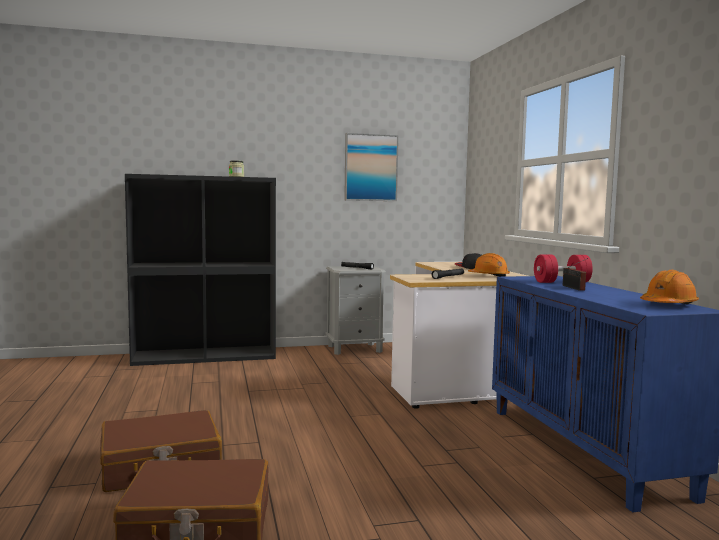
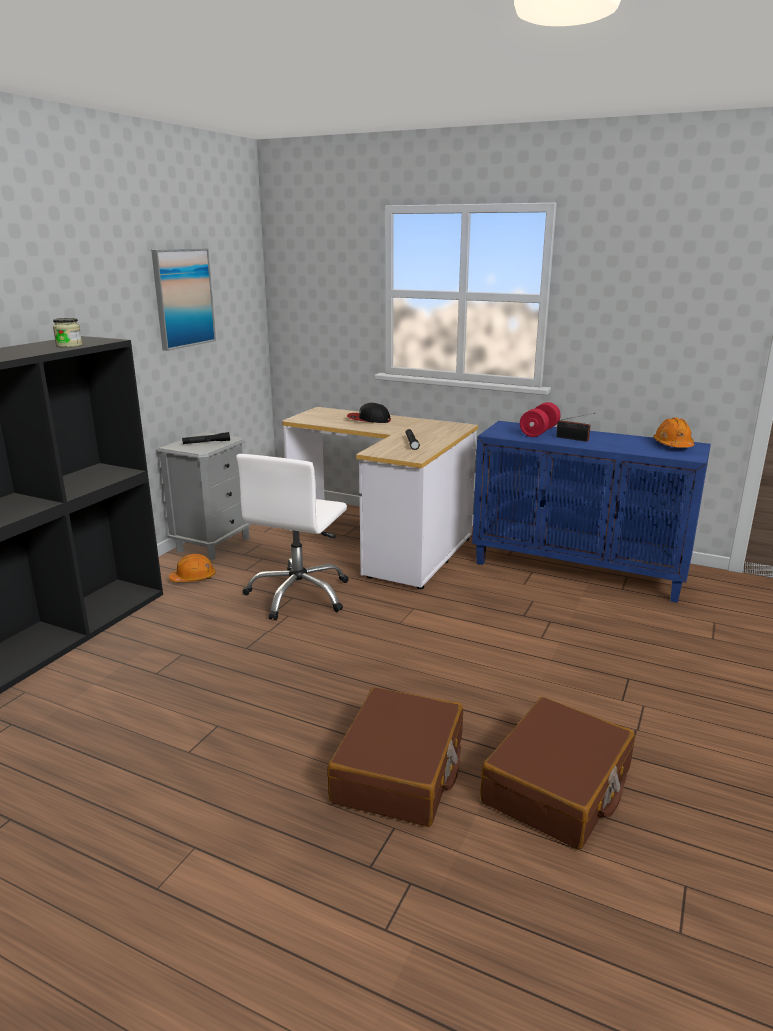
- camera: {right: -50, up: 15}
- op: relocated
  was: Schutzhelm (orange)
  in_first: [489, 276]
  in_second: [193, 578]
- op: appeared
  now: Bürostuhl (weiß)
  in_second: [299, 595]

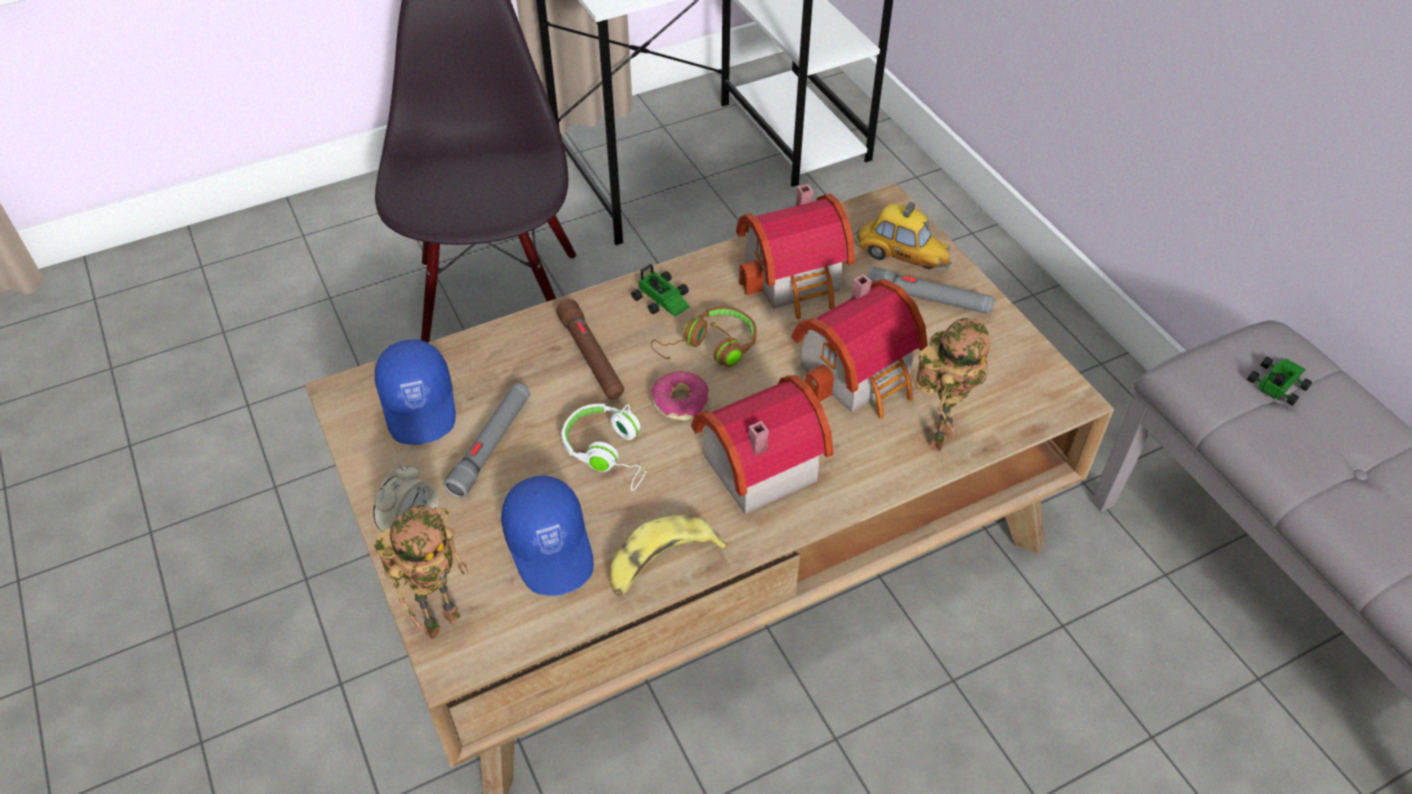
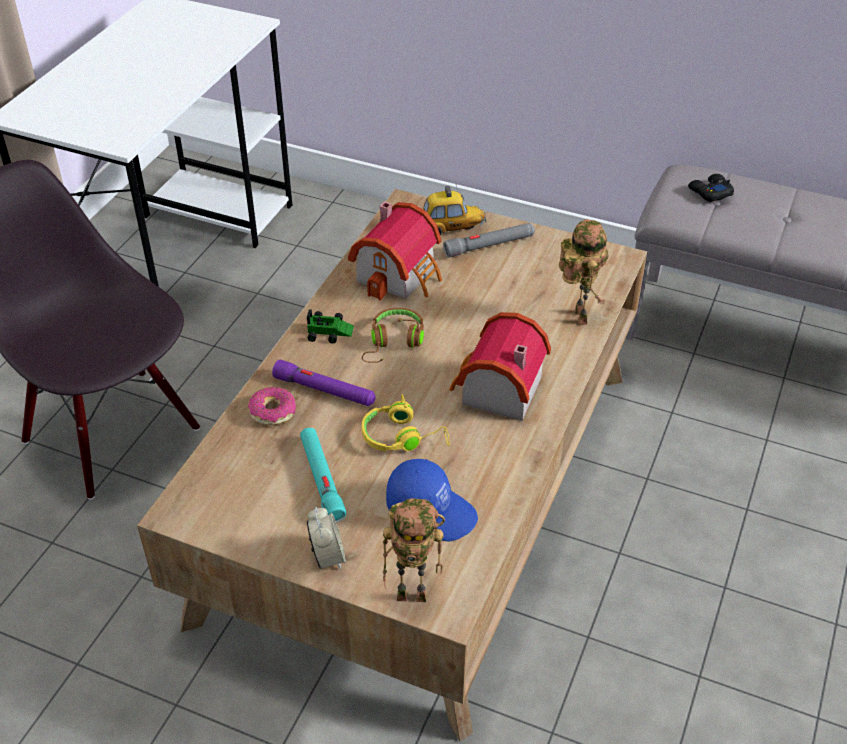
- camera: {right: -40, up: -5}
- op: missing
  was: Spielzeughaus
  in_first: [861, 374]
- op: colour
  was: Taschenlampe (braun)
  now: Taschenlampe (lila)
  in_first: [591, 357]
  in_second: [324, 390]
- op: missing
  was: Kappe (blau)
  in_first: [420, 405]
- op: exchanged
  was: Spielzeugauto
  now: Gamepad (schwarz)
  in_first: [1280, 380]
  in_second: [710, 192]
- op: relocated
  was: Donut
  in_first: [680, 402]
  in_second: [272, 411]
- op: colour
  was: Taschenlampe (grau)
  now: Taschenlampe (türkis)
  in_first: [491, 444]
  in_second: [321, 478]
- op: colour
  was: Kopfhörer (weiß)
  now: Kopfhörer (gelb)
  in_first: [609, 452]
  in_second: [403, 437]
- op: spun
  was: Spielzeugroboter
  in_first: [441, 619]
  in_second: [414, 594]
  clockwise: 90
- op: missing
  was: Banane
  in_first: [661, 563]

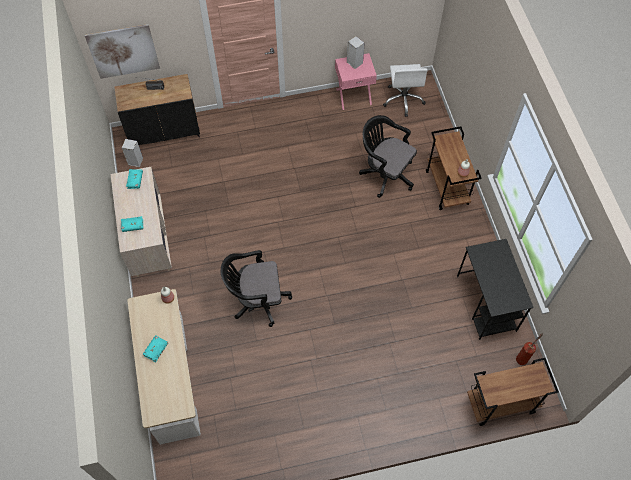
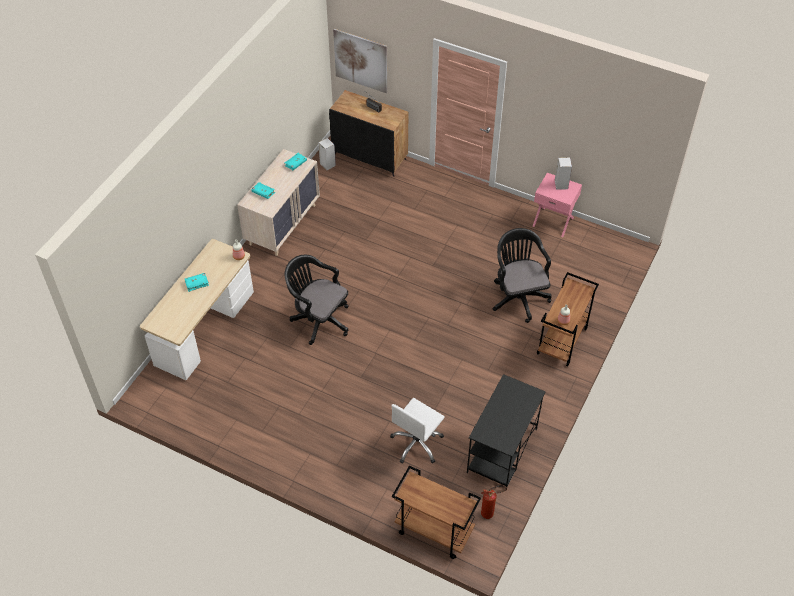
- camera: {right: 40, up: -10}
- op: relocated
  was: Bürostuhl (weiß)
  in_first: [403, 99]
  in_second: [417, 444]

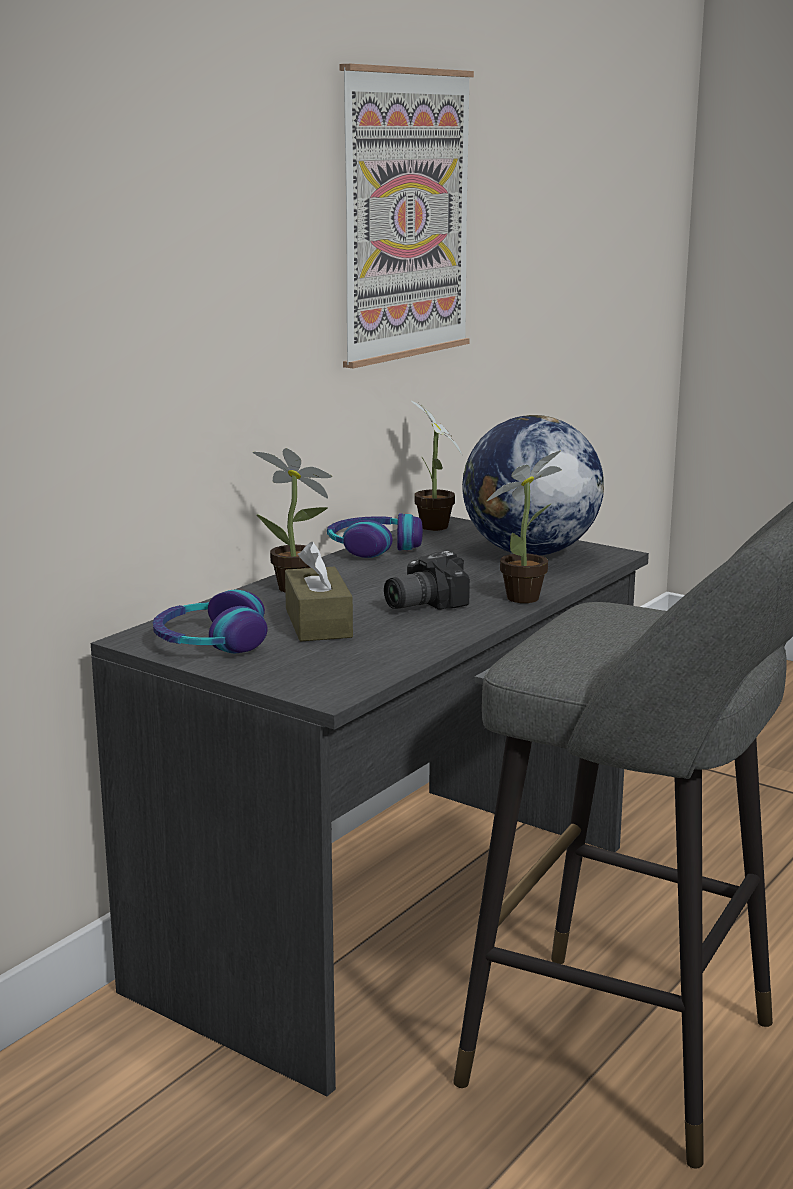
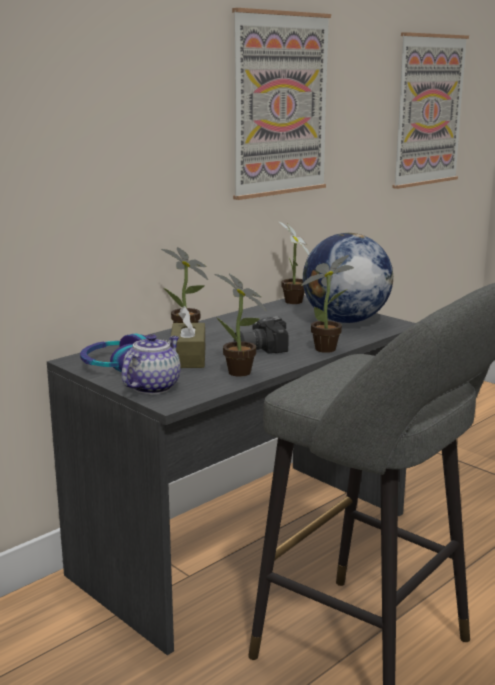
- camera: {right: 10, up: 0}
- op: missing
  was: Kopfhörer
  in_first: [373, 547]
- op: appeared
  now: Bild
  in_second: [428, 110]
- op: appeared
  now: Topfpflanze
  in_second: [241, 374]
- op: appeared
  now: Teekanne
  in_second: [152, 387]

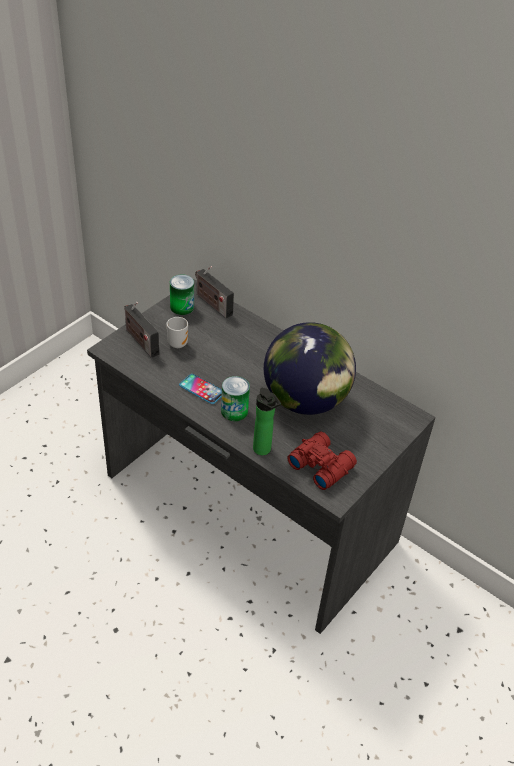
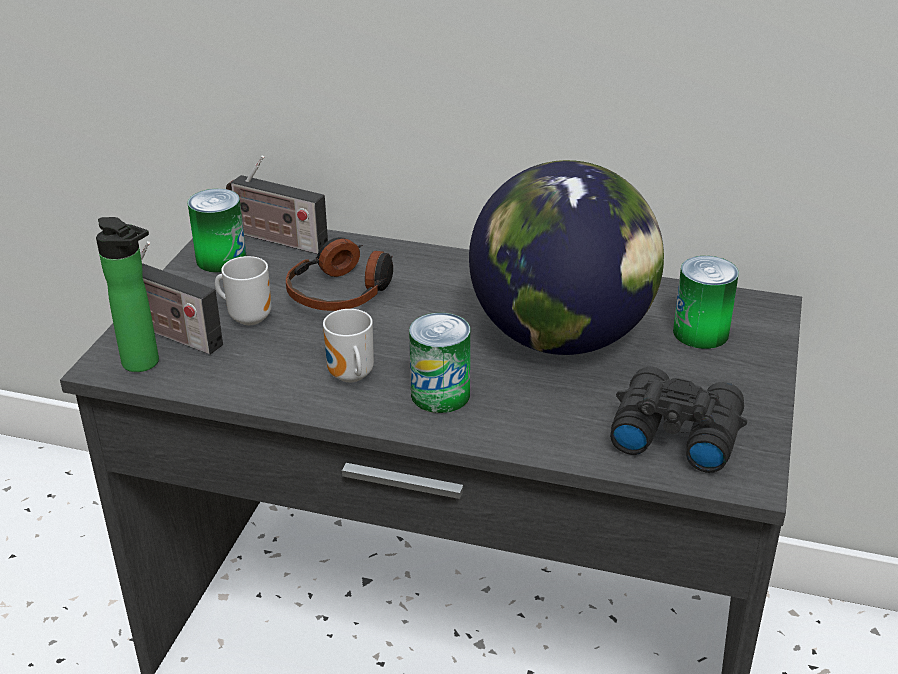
- camera: {right: -20, up: -10}
- op: exchanged
  was: Handy
  now: Henkelbecher
  in_first: [202, 389]
  in_second: [349, 377]
- op: relocated
  was: Flasche
  in_first: [263, 450]
  in_second: [145, 364]
- op: colour
  was: Fernglas (rot)
  now: Fernglas (schwarz)
  in_first: [321, 464]
  in_second: [673, 431]
- op: appeared
  now: Kopfhörer
  in_second: [343, 291]
- op: appeared
  now: Dose
  in_second: [700, 333]

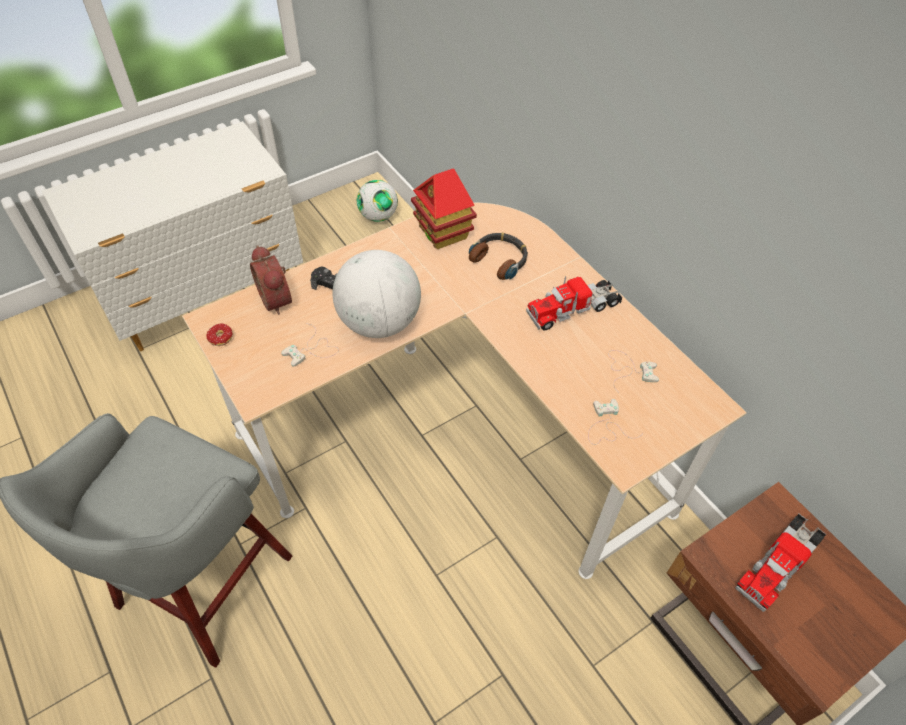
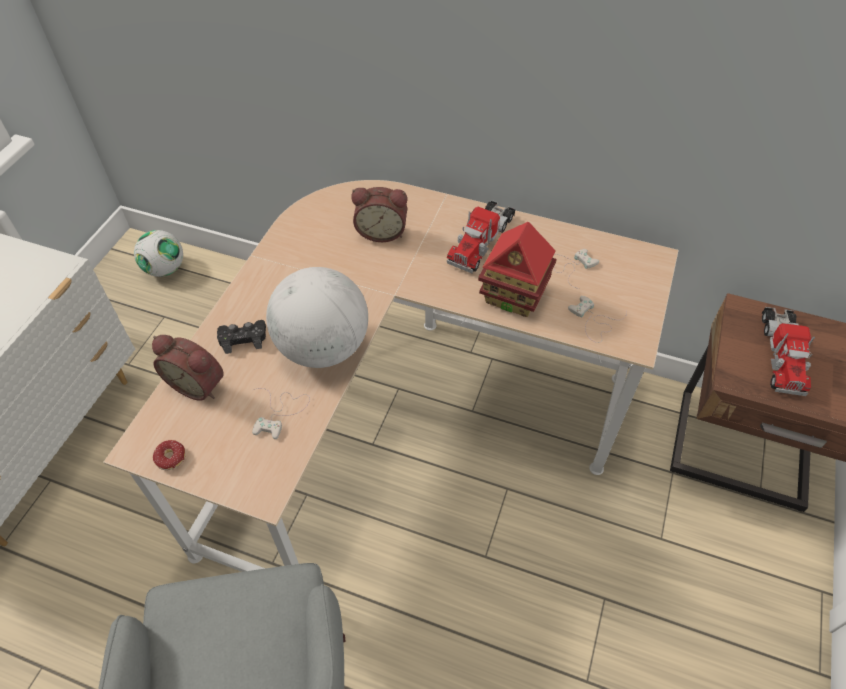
- camera: {right: -35, up: 0}
- op: relocated
  was: Spielzeughaus
  in_first: [443, 232]
  in_second: [513, 296]
- op: exchanged
  was: Kopfhörer
  now: Wecker
  in_first: [500, 259]
  in_second: [381, 231]

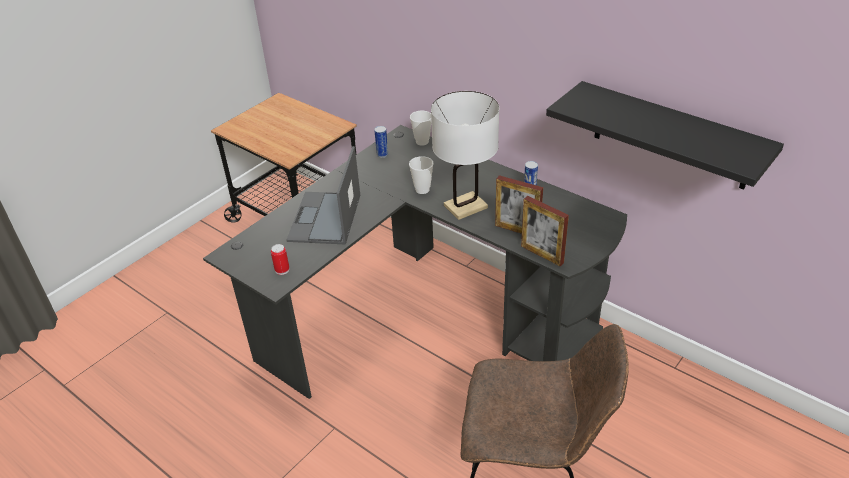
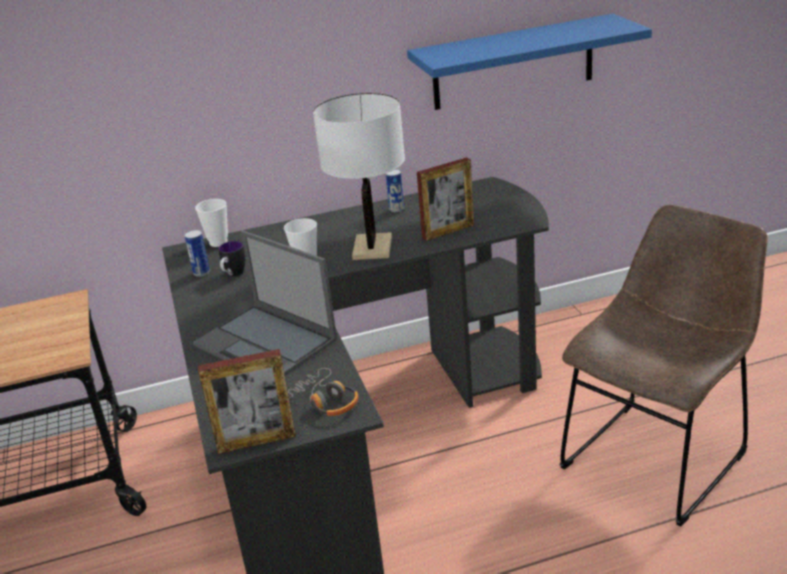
- camera: {right: -55, up: -10}
- op: colour
  was: Wandregal (schwarz)
  now: Wandregal (blau)
  in_first: [671, 136]
  in_second: [513, 63]
- op: relocated
  was: Bilderrahmen
  in_first: [542, 254]
  in_second: [256, 441]
- op: exchanged
  was: Dose
  now: Kopfhörer
  in_first: [282, 270]
  in_second: [325, 401]
- op: appeared
  now: Henkelbecher
  in_second: [233, 275]

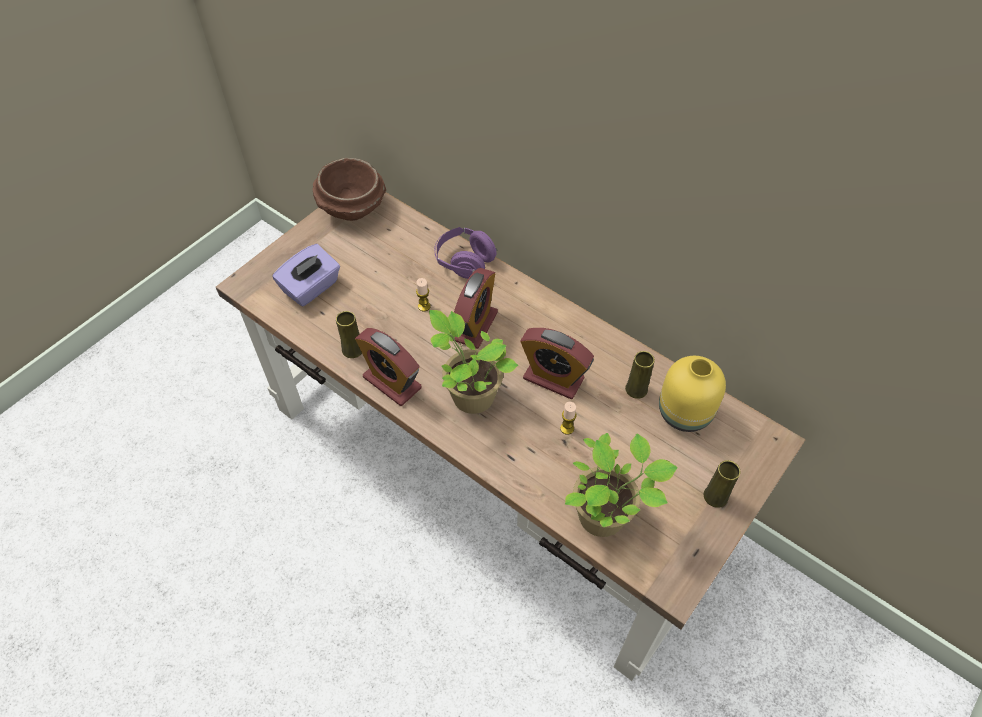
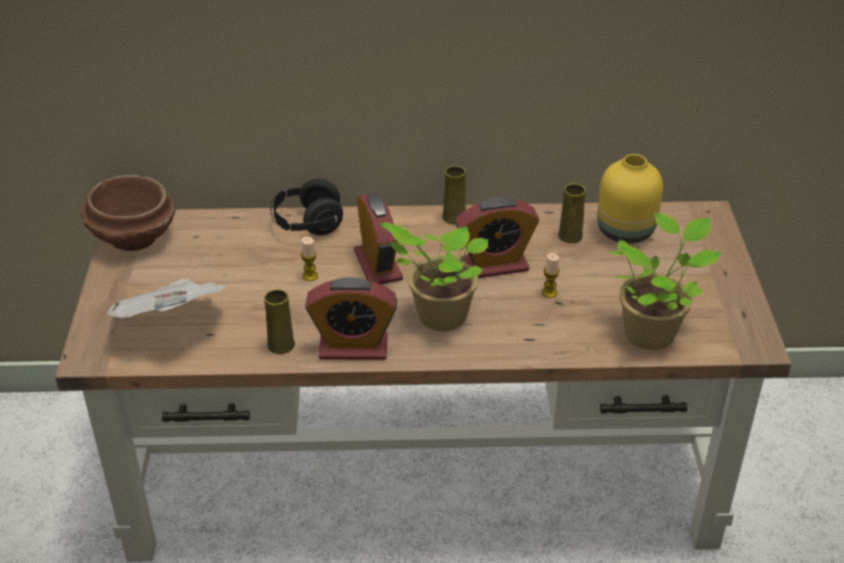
- camera: {right: -40, up: -15}
- op: colour
  was: Kopfhörer (lila)
  now: Kopfhörer (schwarz)
  in_first: [464, 262]
  in_second: [307, 224]
- op: exchanged
  was: Taschentuchbox (lila)
  now: Zeitung
  in_first: [311, 288]
  in_second: [172, 321]
- op: relocated
  was: Vase (gelb)
  in_first: [715, 496]
  in_second: [454, 217]

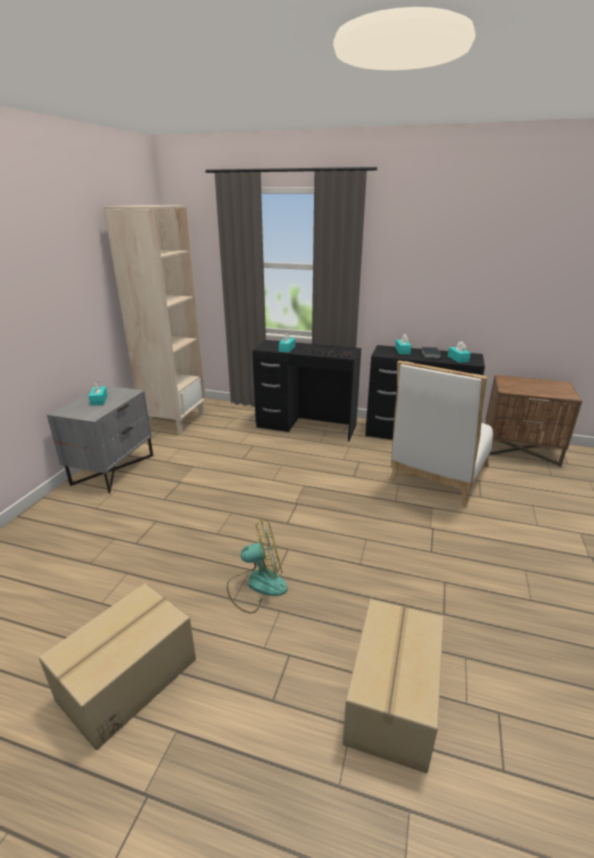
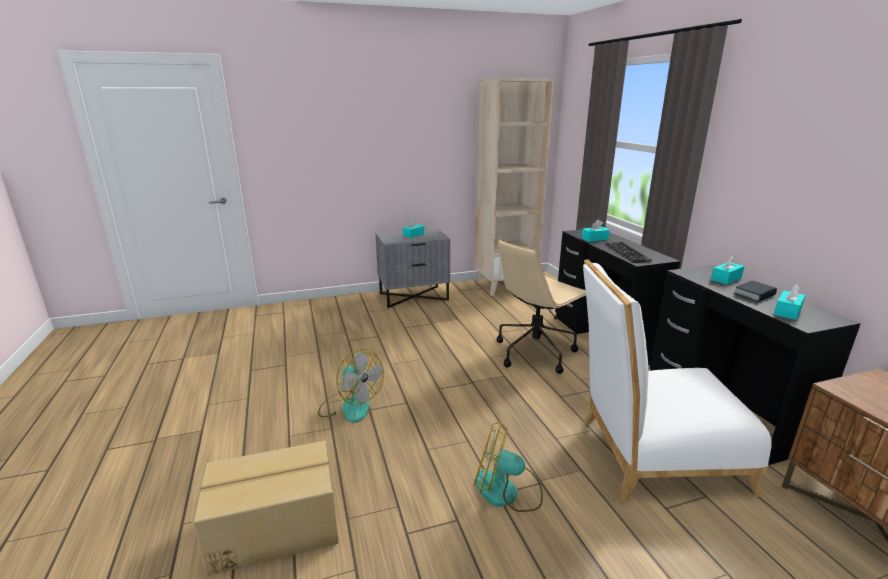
- camera: {right: 55, up: -5}
- op: missing
  was: Karton
  in_first: [127, 678]
- op: appeared
  now: Bürostuhl (beige)
  in_second: [535, 352]
- op: appeared
  now: Ventilator
  in_second: [506, 492]

